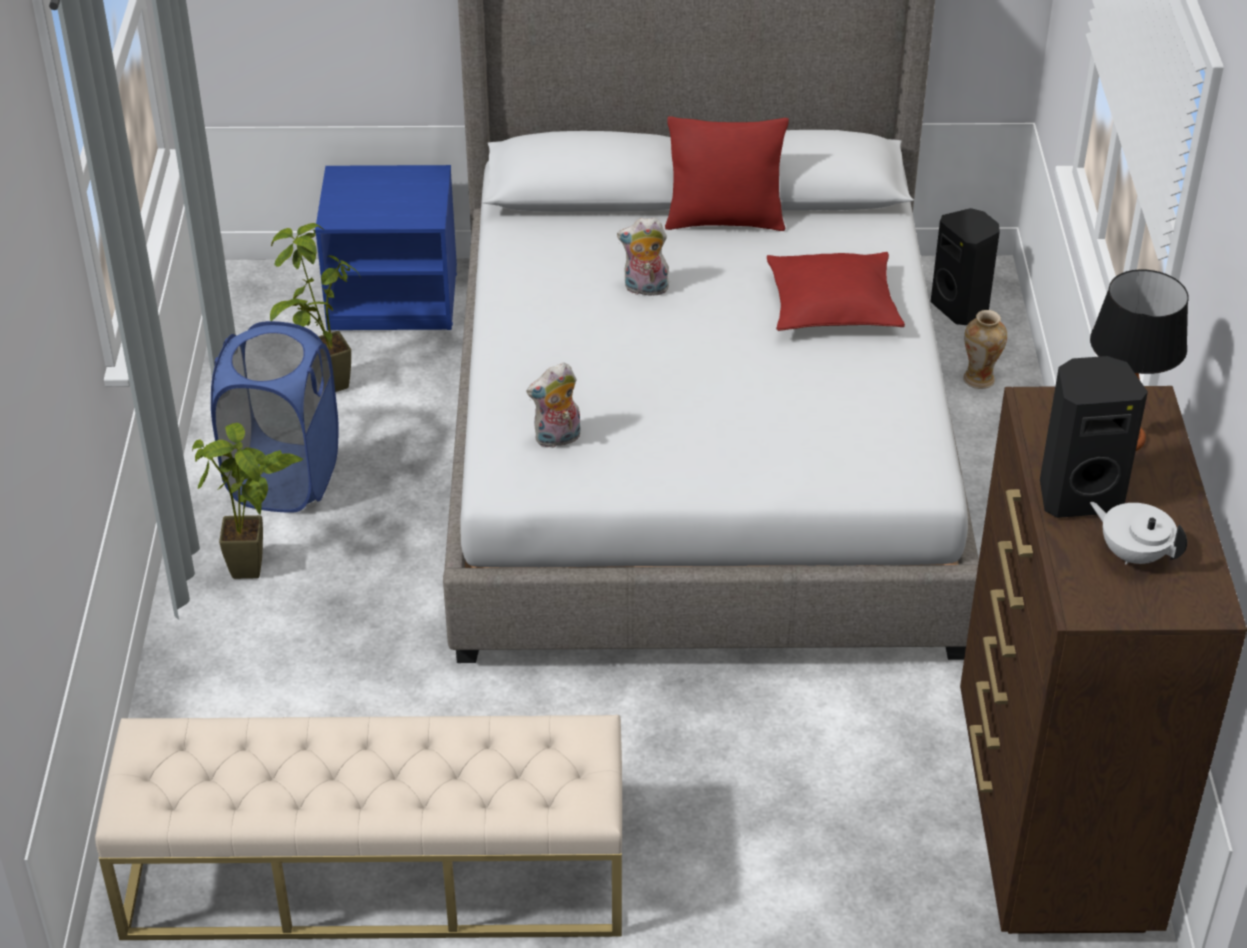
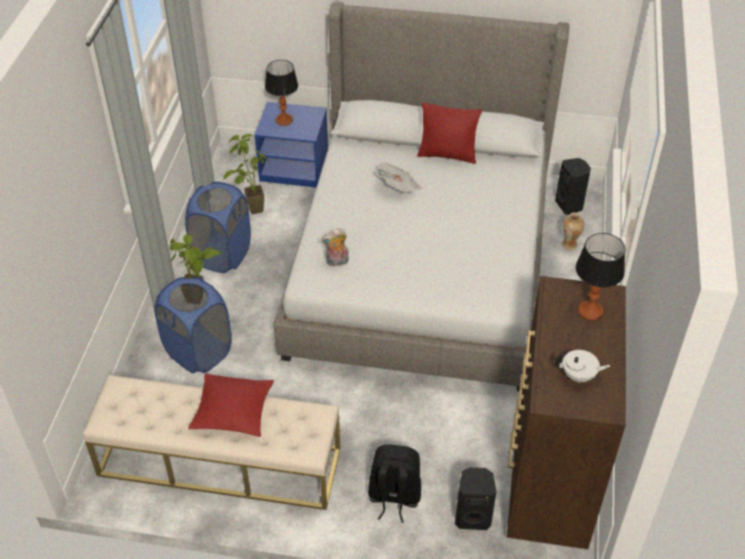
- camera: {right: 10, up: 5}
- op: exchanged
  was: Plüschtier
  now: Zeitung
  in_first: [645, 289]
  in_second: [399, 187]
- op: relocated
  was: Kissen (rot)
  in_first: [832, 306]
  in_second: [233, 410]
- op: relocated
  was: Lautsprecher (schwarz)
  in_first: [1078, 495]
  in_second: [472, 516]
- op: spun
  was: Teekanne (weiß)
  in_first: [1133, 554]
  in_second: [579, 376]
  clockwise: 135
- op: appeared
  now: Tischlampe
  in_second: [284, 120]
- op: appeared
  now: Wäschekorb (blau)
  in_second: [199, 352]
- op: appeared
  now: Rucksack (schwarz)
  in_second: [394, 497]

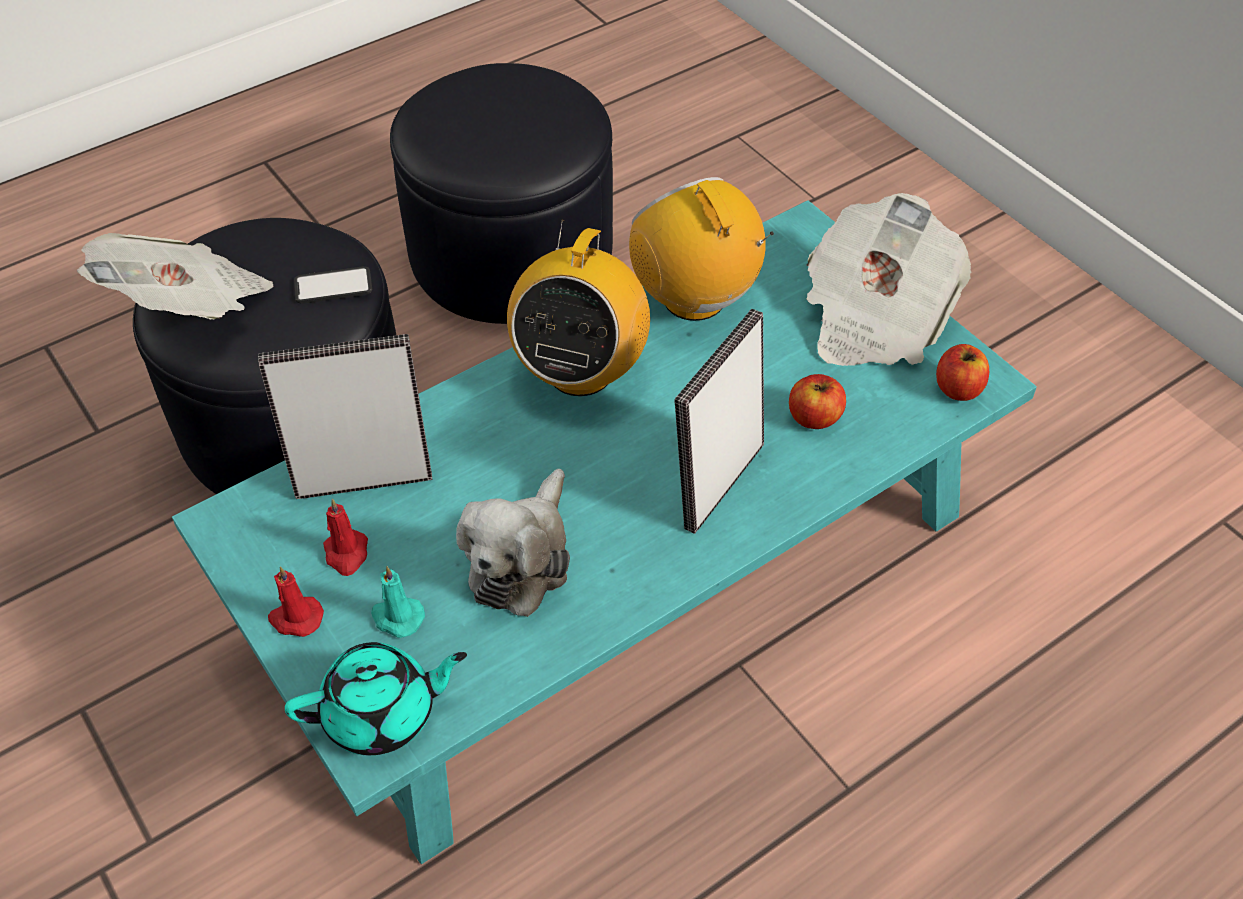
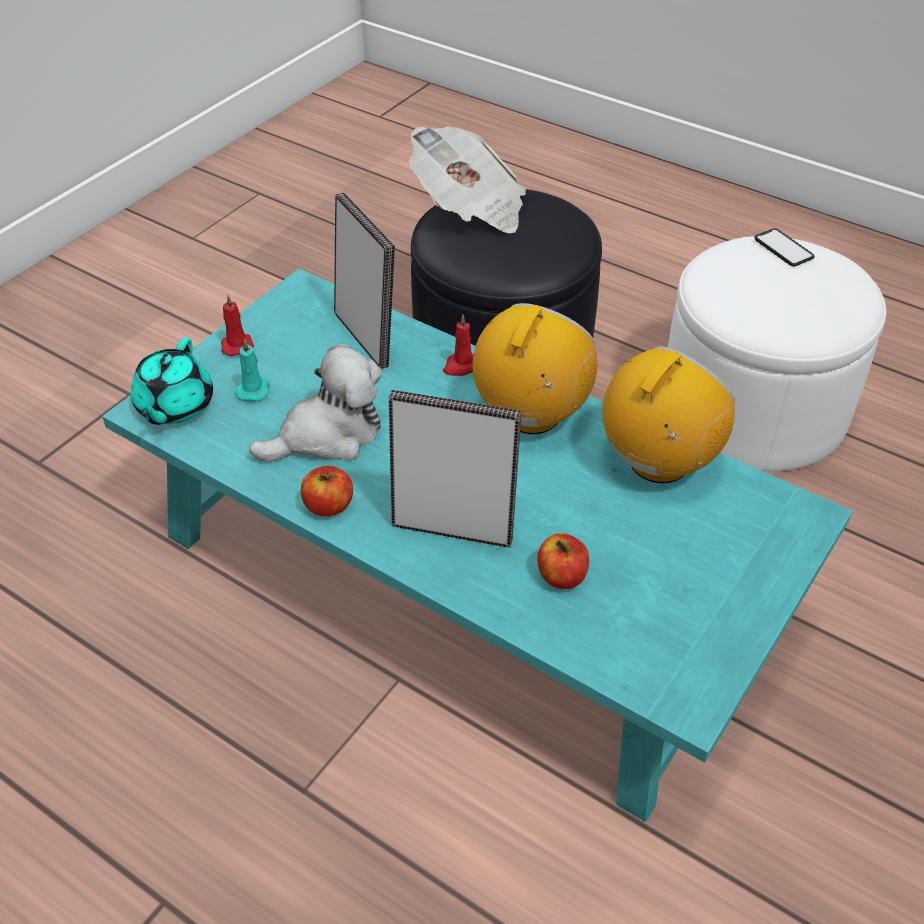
- camera: {right: 70, up: -5}
- op: colour
  was: Polsterhocker (schwarz)
  now: Polsterhocker (weiß)
  in_first: [511, 253]
  in_second: [754, 407]
- op: missing
  was: Zeitung
  in_first: [874, 317]
- op: spun
  was: Radio
  in_first: [580, 371]
  in_second: [531, 415]
  clockwise: 120
- op: relocated
  was: Handy
  in_first: [333, 286]
  in_second: [783, 248]
- op: relocated
  was: Apfel
  in_first: [958, 388]
  in_second: [328, 506]
- op: spun
  was: Plüschtier
  in_first: [521, 558]
  in_second: [328, 435]
  clockwise: 150
- op: relocated
  was: Kerze (rot)
  in_first: [346, 554]
  in_second: [461, 366]
- op: spun
  was: Teekanne (türkis)
  in_first: [382, 713]
  in_second: [174, 406]
  clockwise: 45

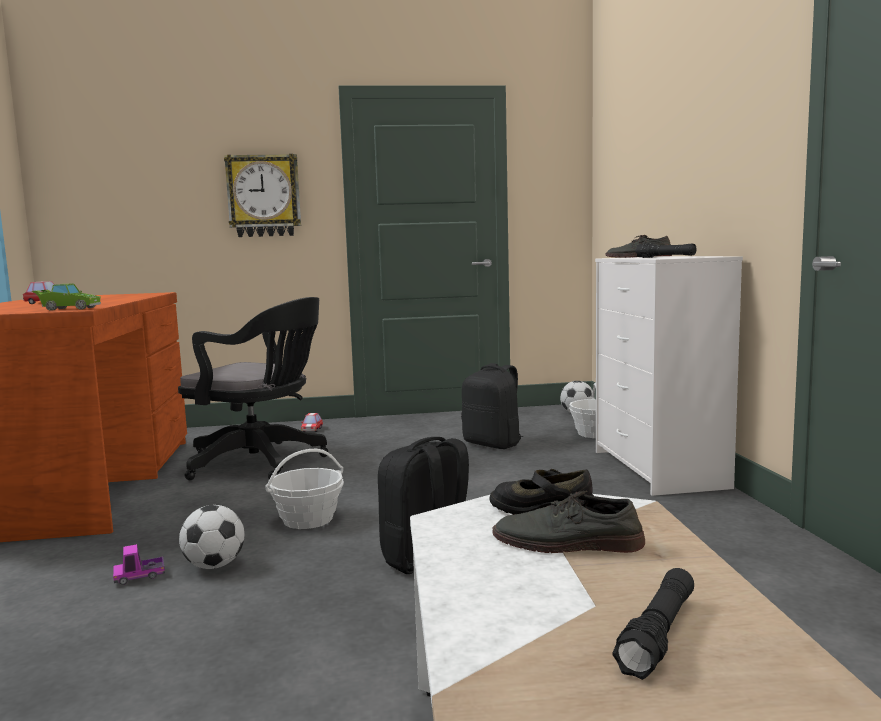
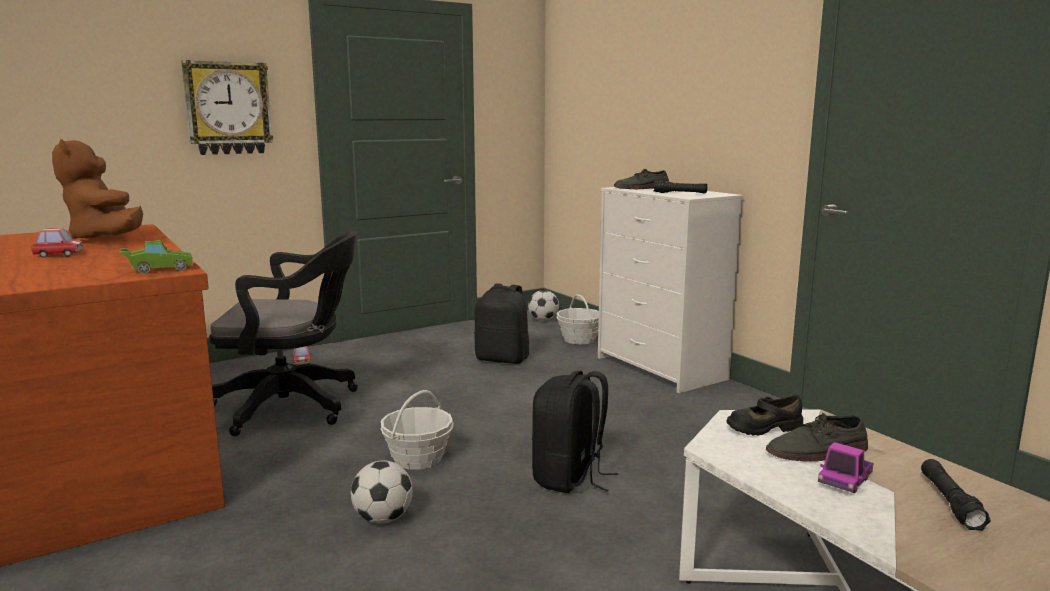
- camera: {right: -25, up: 5}
- op: relocated
  was: Spielzeuglaster
  in_first: [139, 576]
  in_second: [845, 480]
- op: appeared
  now: Plüschtier (braun)
  in_second: [105, 240]

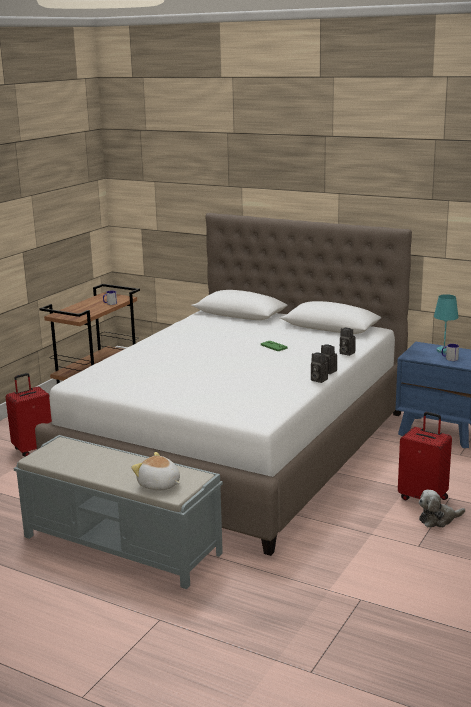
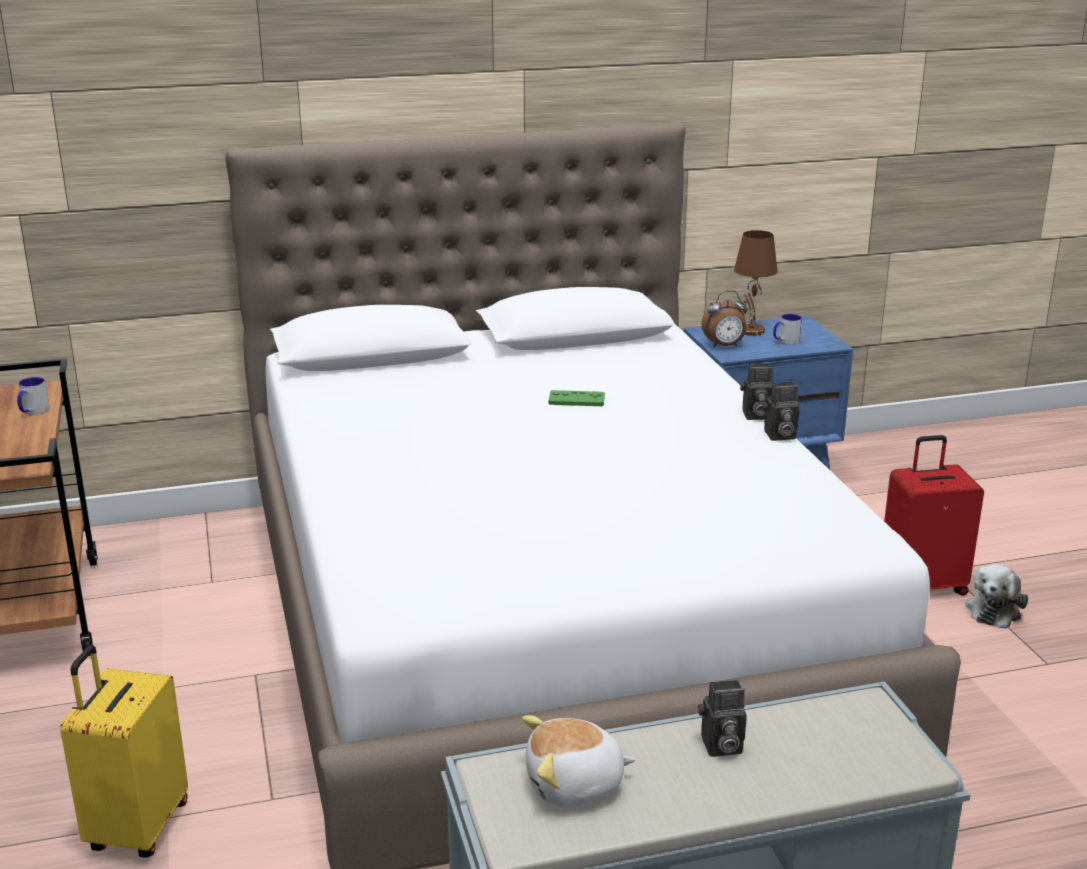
- camera: {right: -45, up: 5}
- op: colour
  was: Tischlampe (türkis)
  now: Tischlampe (braun)
  in_first: [443, 350]
  in_second: [750, 331]
- op: relocated
  was: Kamera
  in_first: [346, 353]
  in_second: [720, 747]
- op: colour
  was: Koffer (rot)
  now: Koffer (gelb)
  in_first: [34, 449]
  in_second: [136, 827]
- op: relocated
  was: Plüschtier
  in_first: [159, 485]
  in_second: [575, 785]
- op: appeared
  now: Wecker
  in_second: [724, 346]

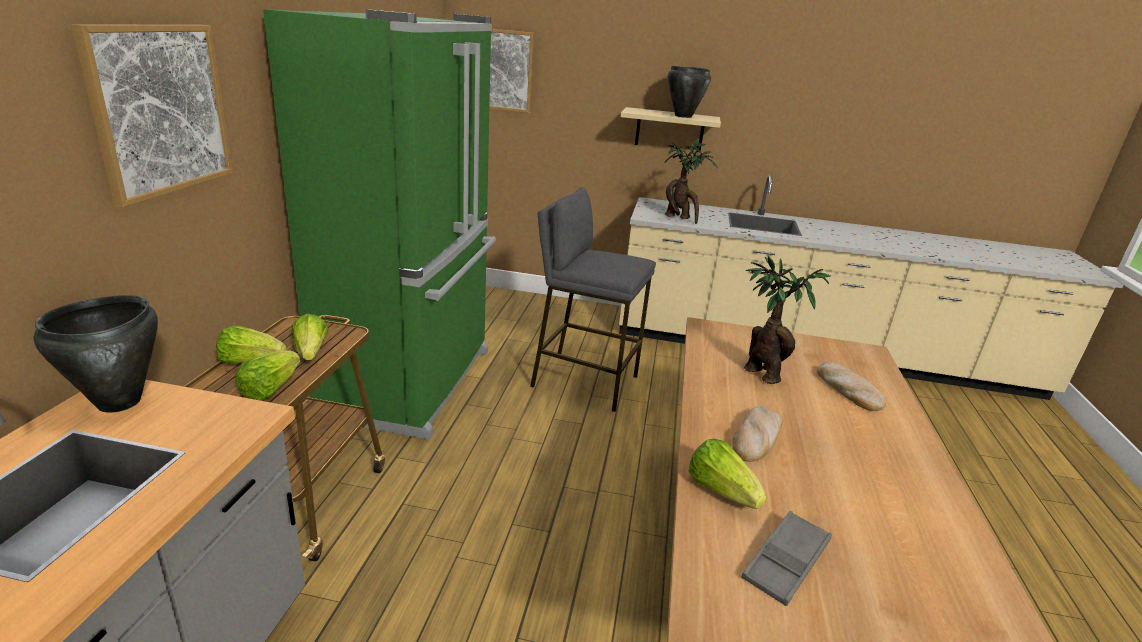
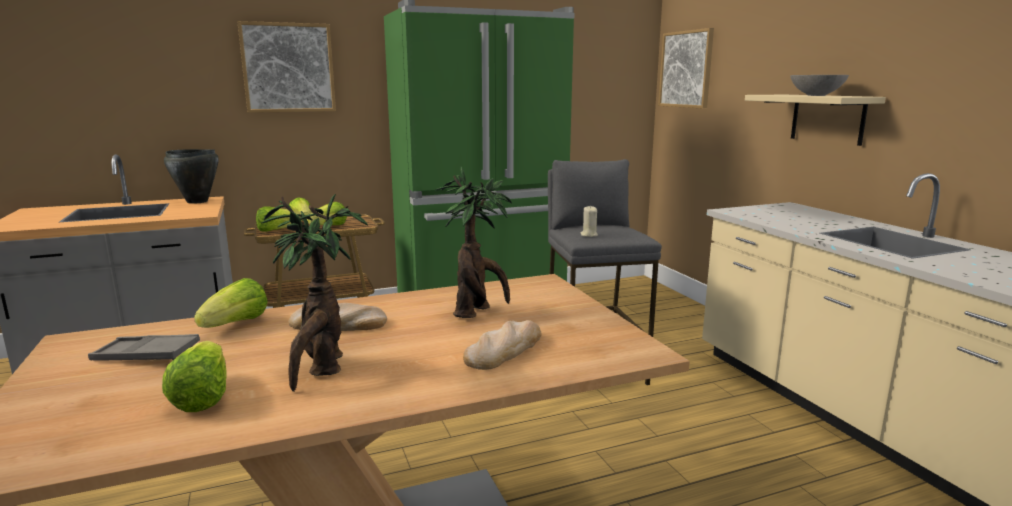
- camera: {right: 60, up: -10}
- op: exchanged
  was: Kochtopf (schwarz)
  now: Schüssel (grau)
  in_first: [683, 116]
  in_second: [815, 95]
- op: relocated
  was: Topfpflanze
  in_first: [680, 218]
  in_second: [321, 369]
- op: appeared
  now: Kerze (beige)
  in_second: [589, 235]
- op: appeared
  now: Salatkopf
  in_second: [203, 397]

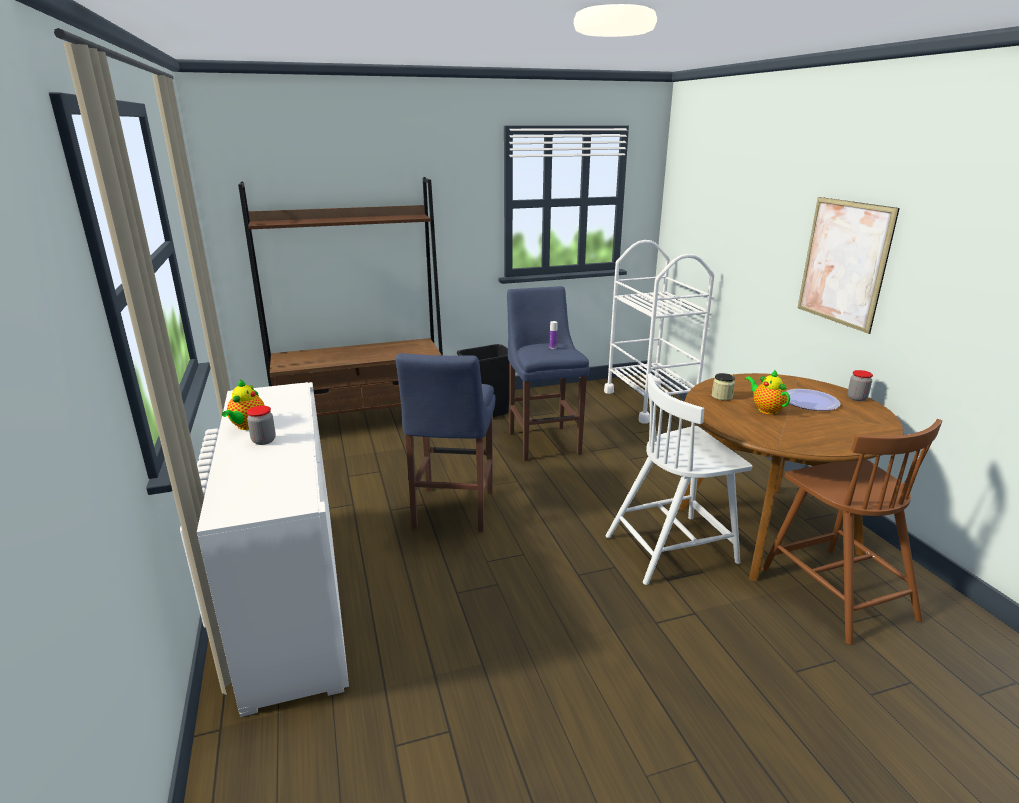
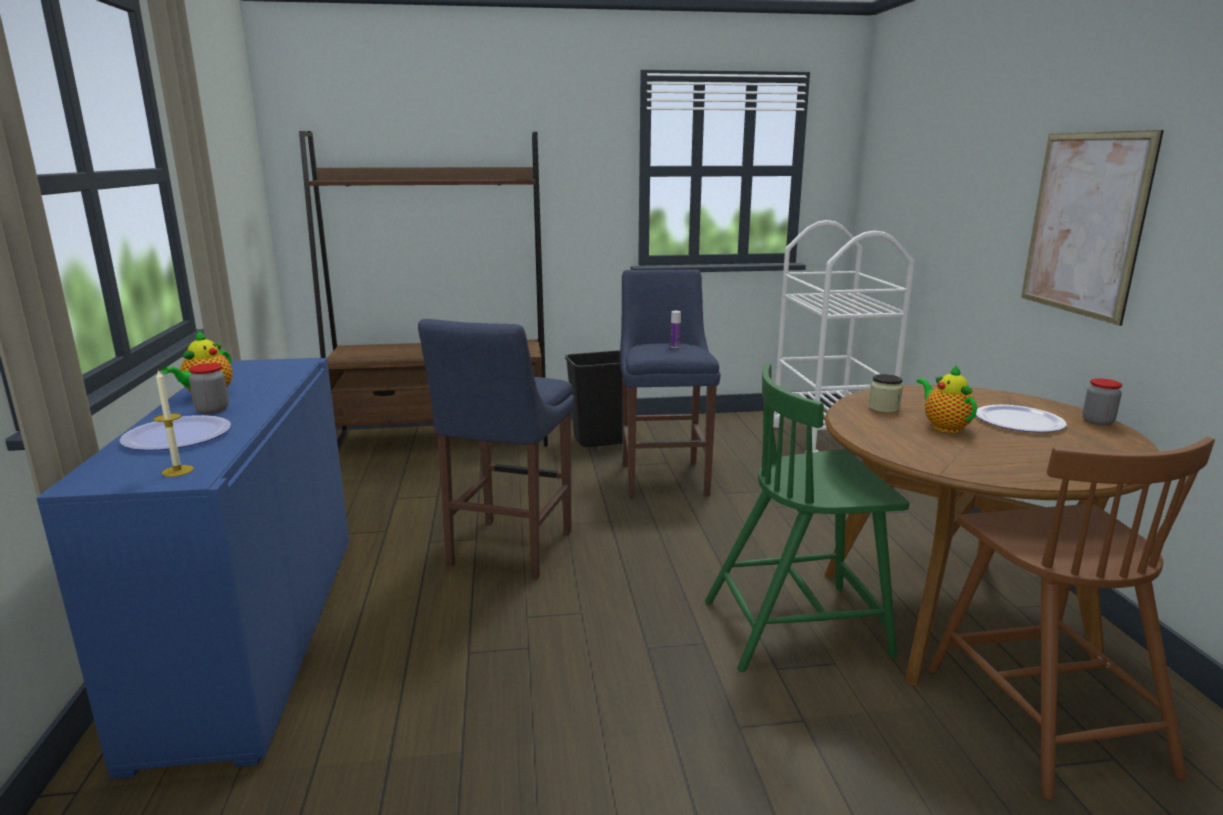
- camera: {right: 10, up: -5}
- op: colour
  was: Stuhl (weiß)
  now: Stuhl (grün)
  in_first: [672, 548]
  in_second: [798, 626]
- op: colour
  was: Schrank (weiß)
  now: Schrank (blau)
  in_first: [294, 598]
  in_second: [256, 635]
- op: appeared
  now: Kerze
  in_second: [177, 471]
- op: appeared
  now: Teller
  in_second: [177, 436]

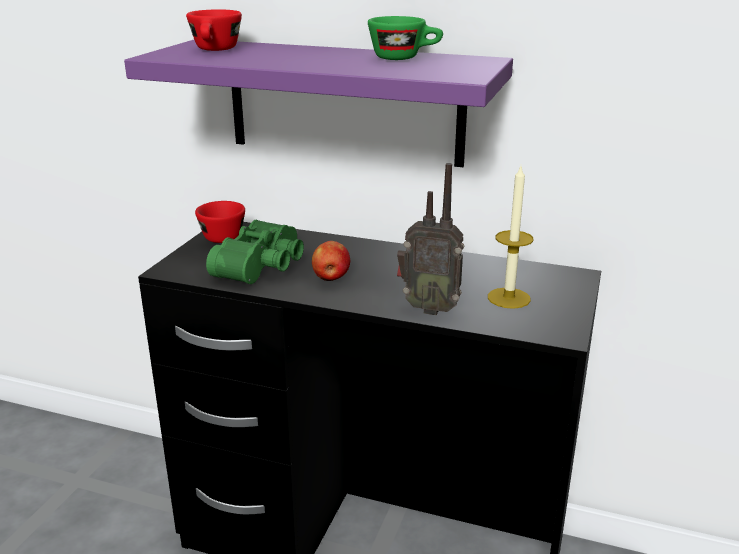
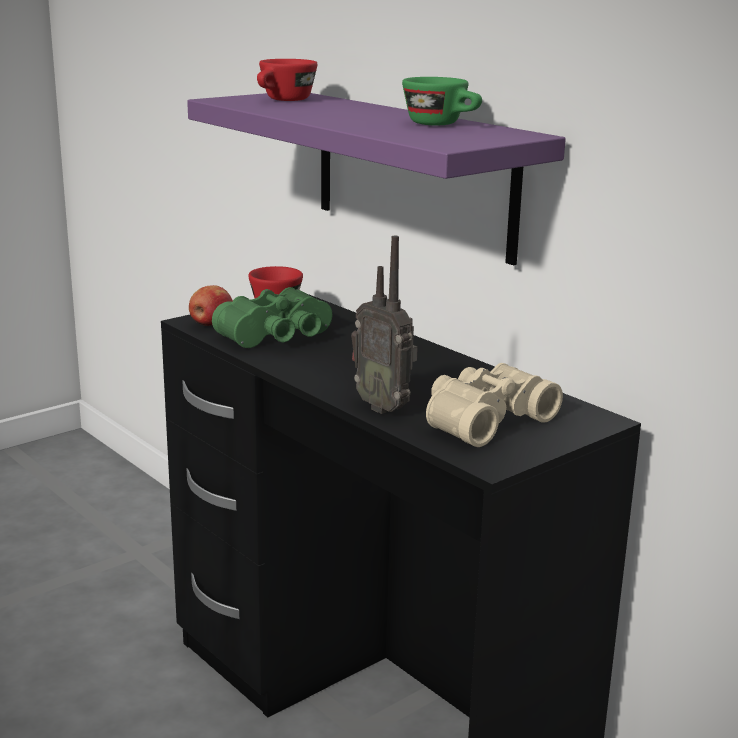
- camera: {right: 30, up: -5}
- op: exchanged
  was: Kerze
  now: Fernglas (beige)
  in_first: [508, 298]
  in_second: [483, 419]
- op: relocated
  was: Apfel
  in_first: [331, 278]
  in_second: [210, 324]

